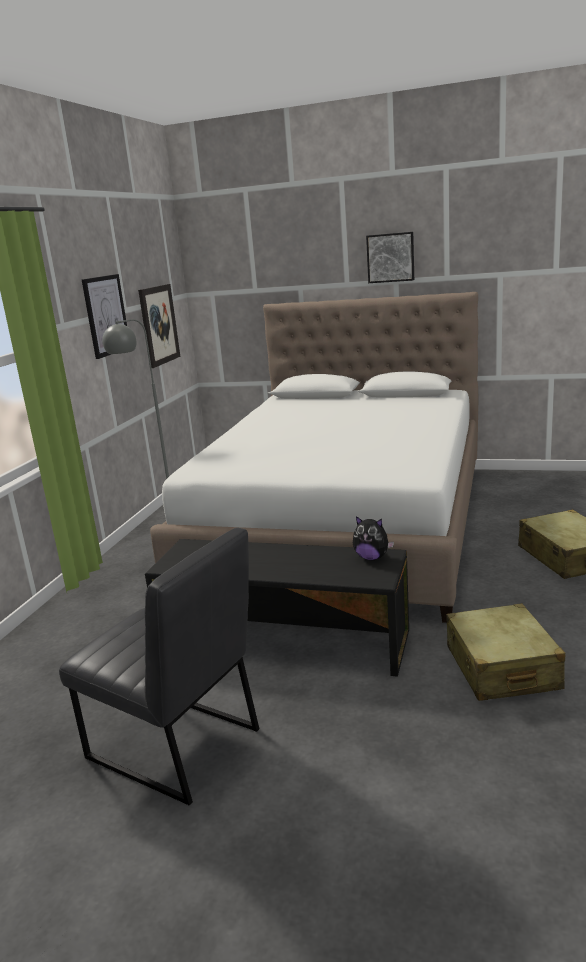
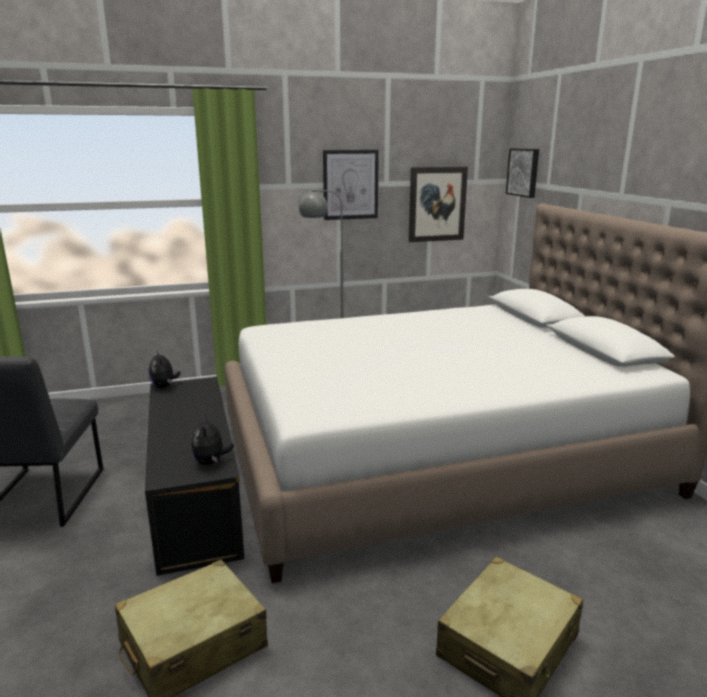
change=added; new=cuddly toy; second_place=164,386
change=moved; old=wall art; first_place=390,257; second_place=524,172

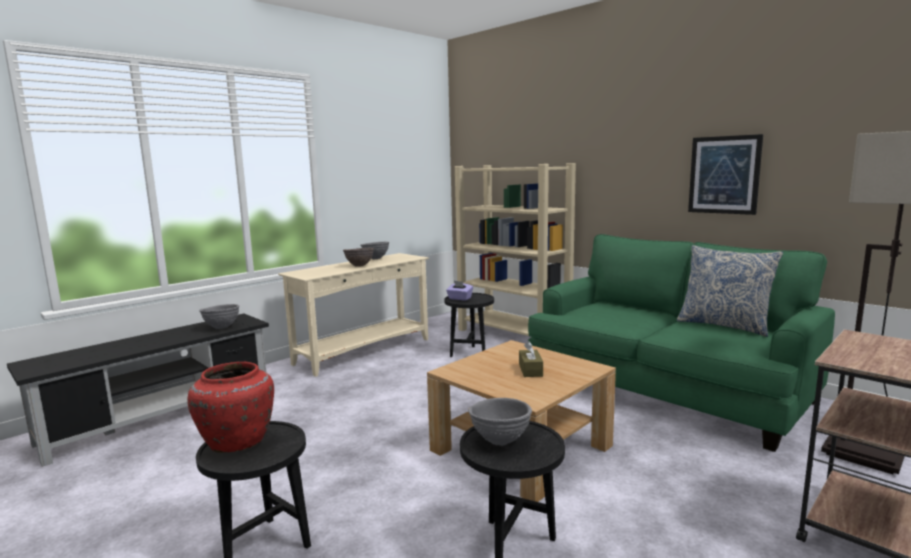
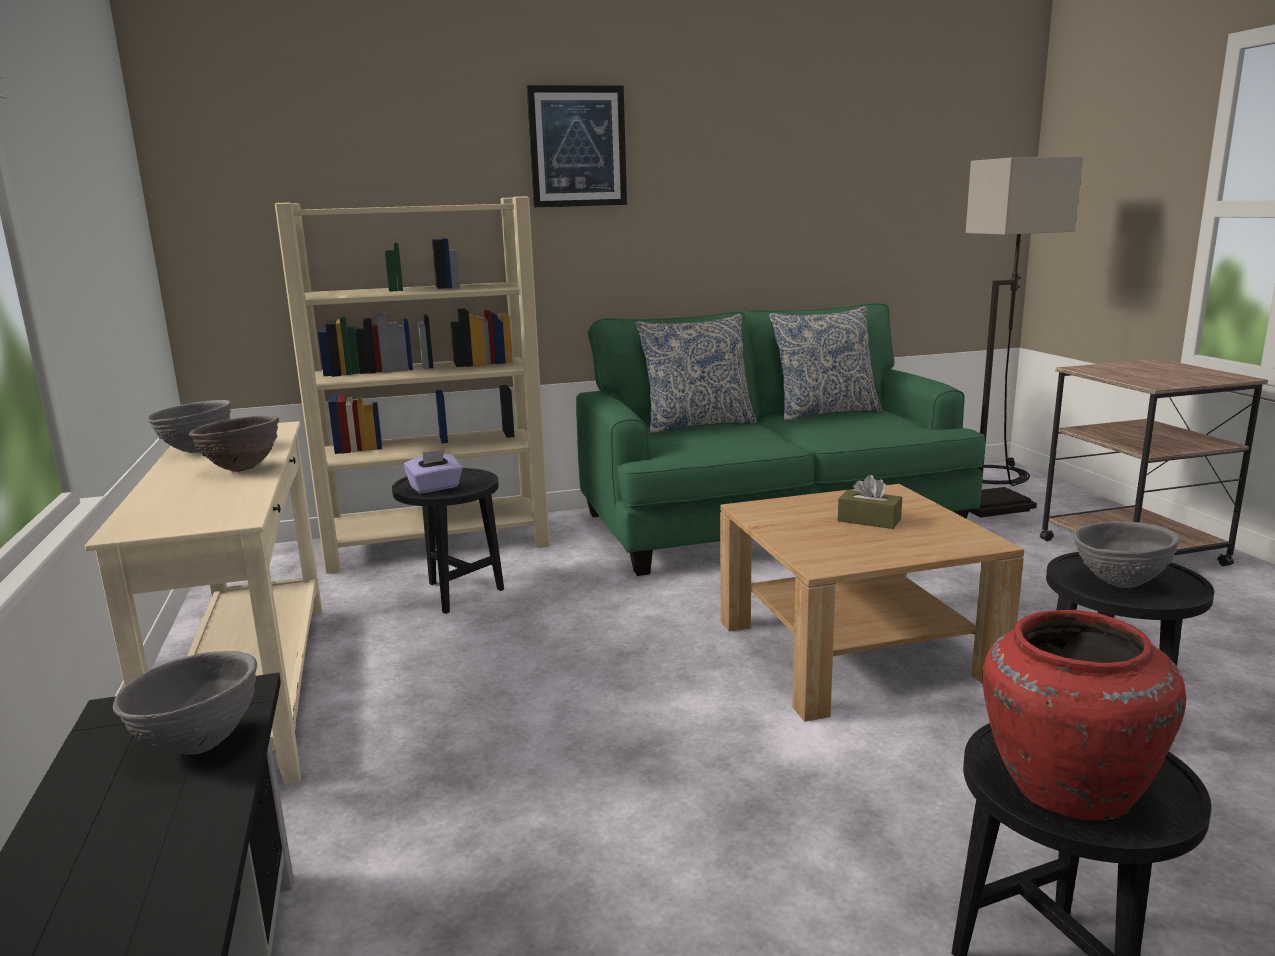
change=moved; old=wall art; first_place=724,175; second_place=577,147
change=added; new=pillow; second_place=697,425

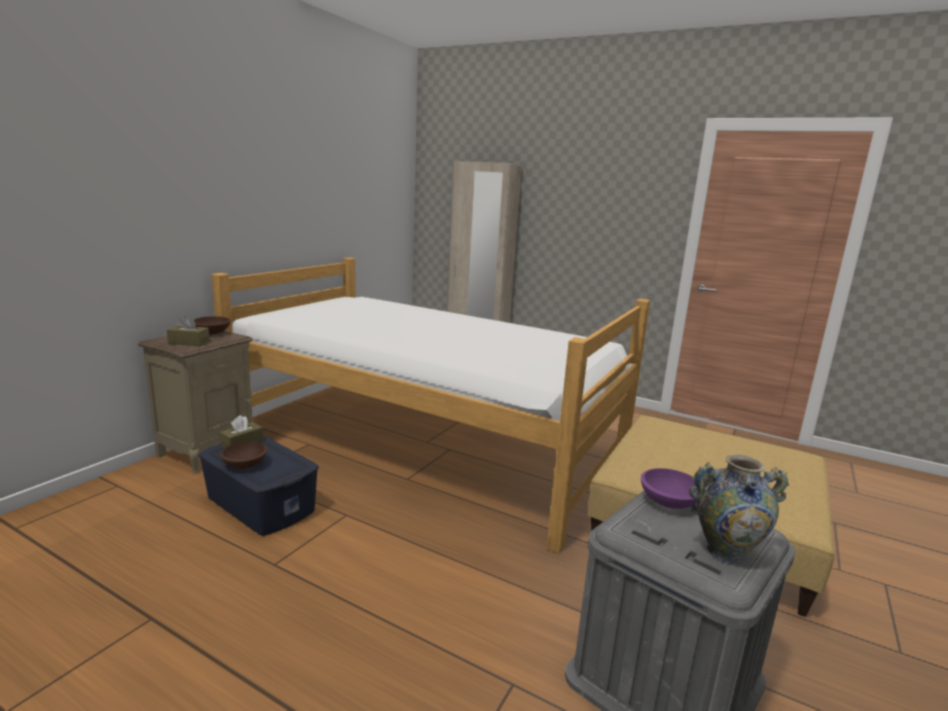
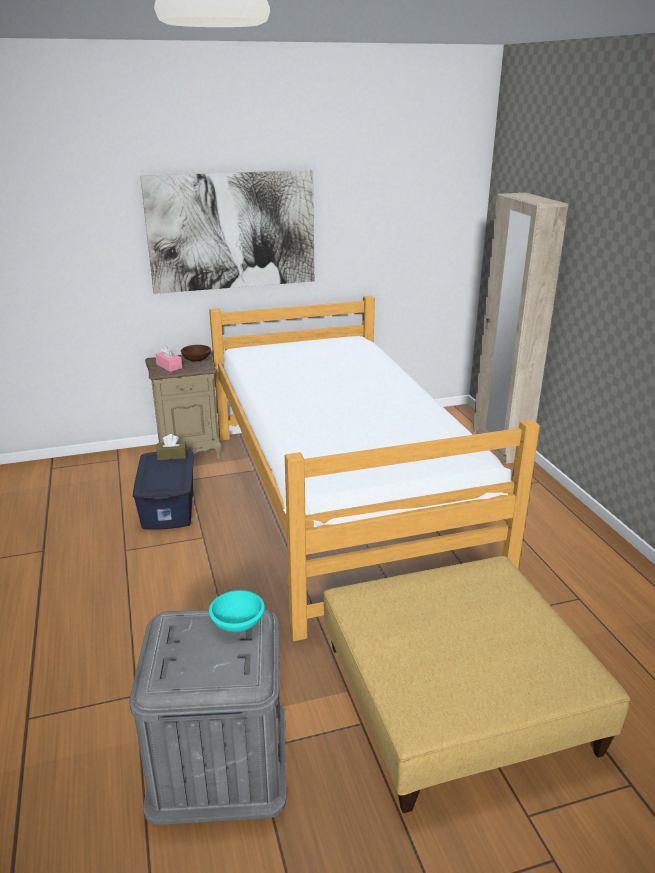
change=added; new=wall art; second_place=232,231
change=recoloured; old=tissue holder (brown); new=tissue holder (pink-coloured); first_place=189,342; second_place=169,366
change=recoloured; old=deep dish (purple); new=deep dish (turquoise-coloured); first_place=669,501; second_place=238,623
change=removed; old=deep dish (brown); first_place=245,465
change=removed; old=vase; first_place=726,552

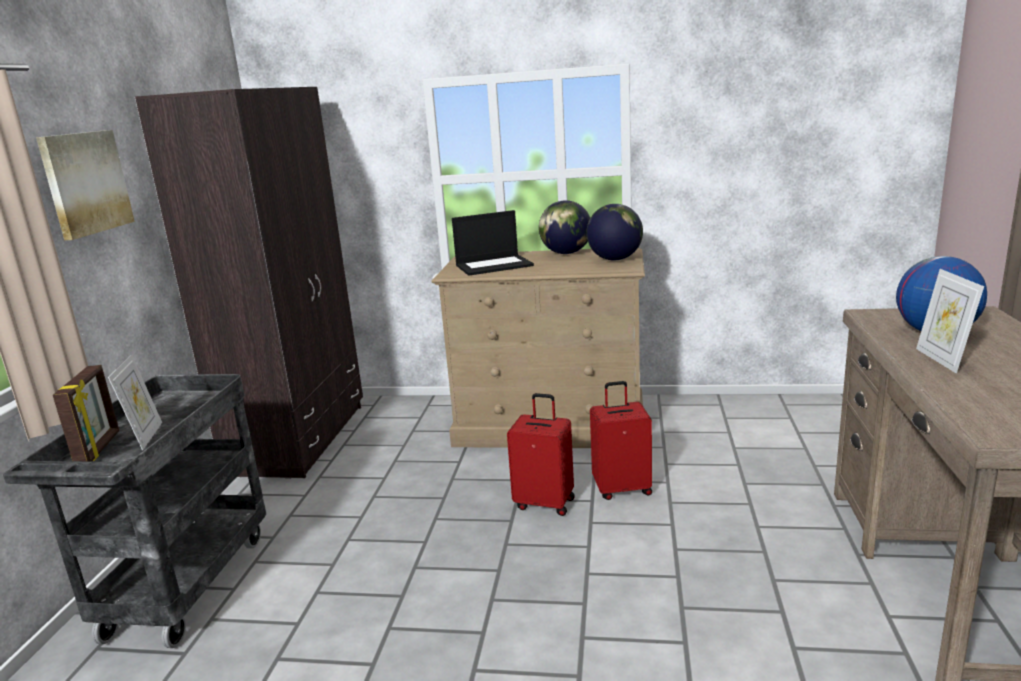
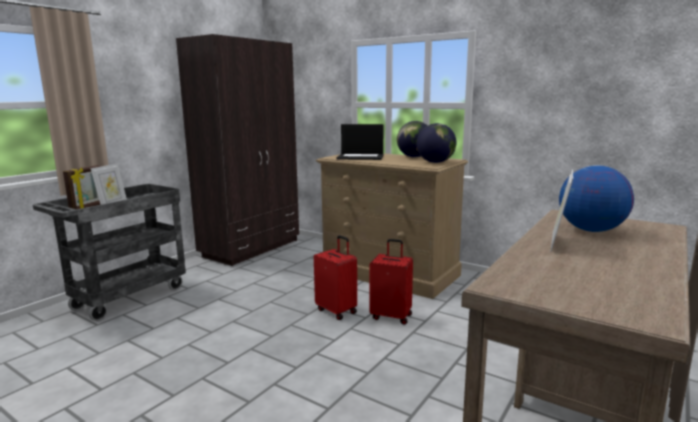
change=removed; old=wall art; first_place=85,183

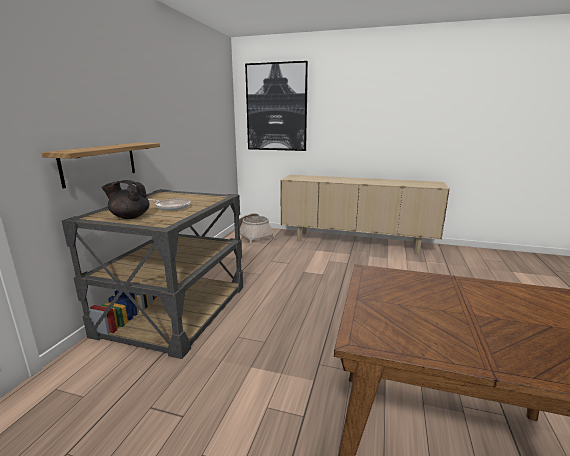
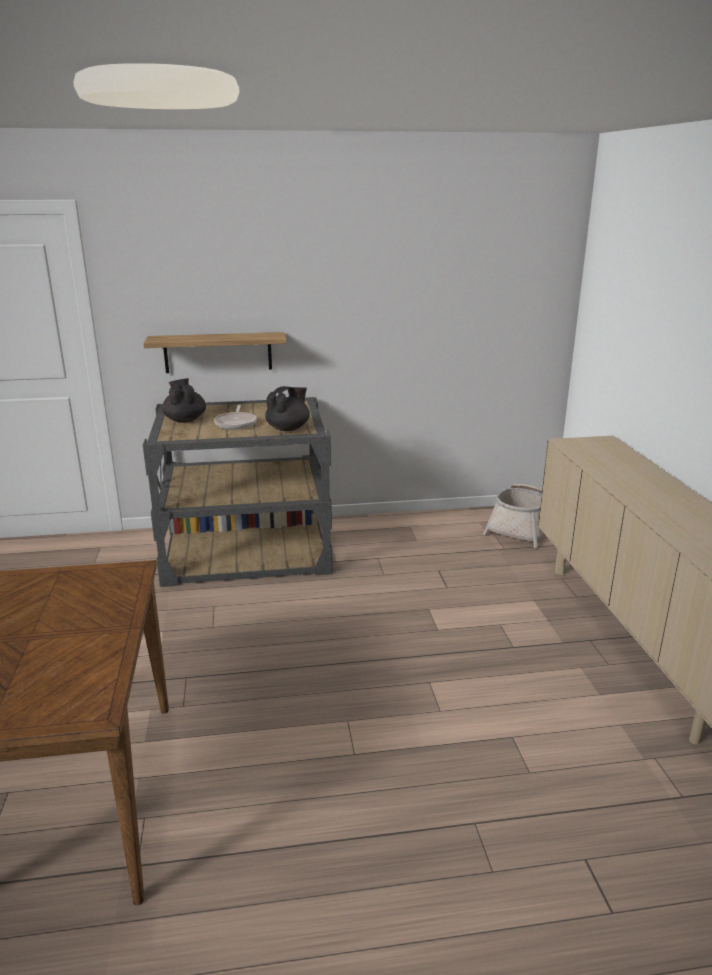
change=added; new=pot for tea (blackish); second_place=288,428
change=removed; old=wall art; first_place=276,107

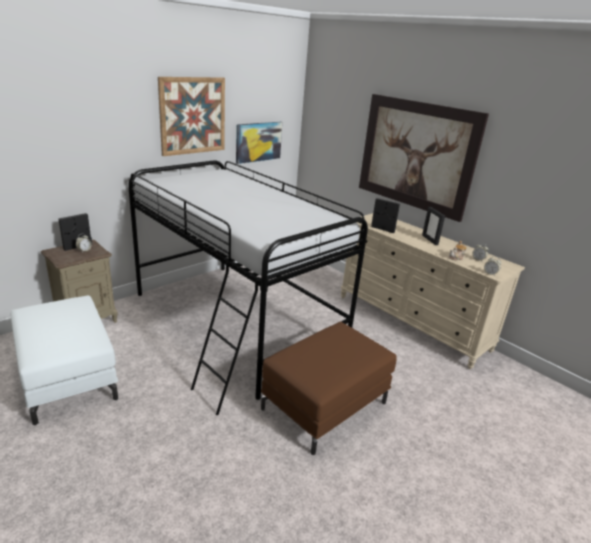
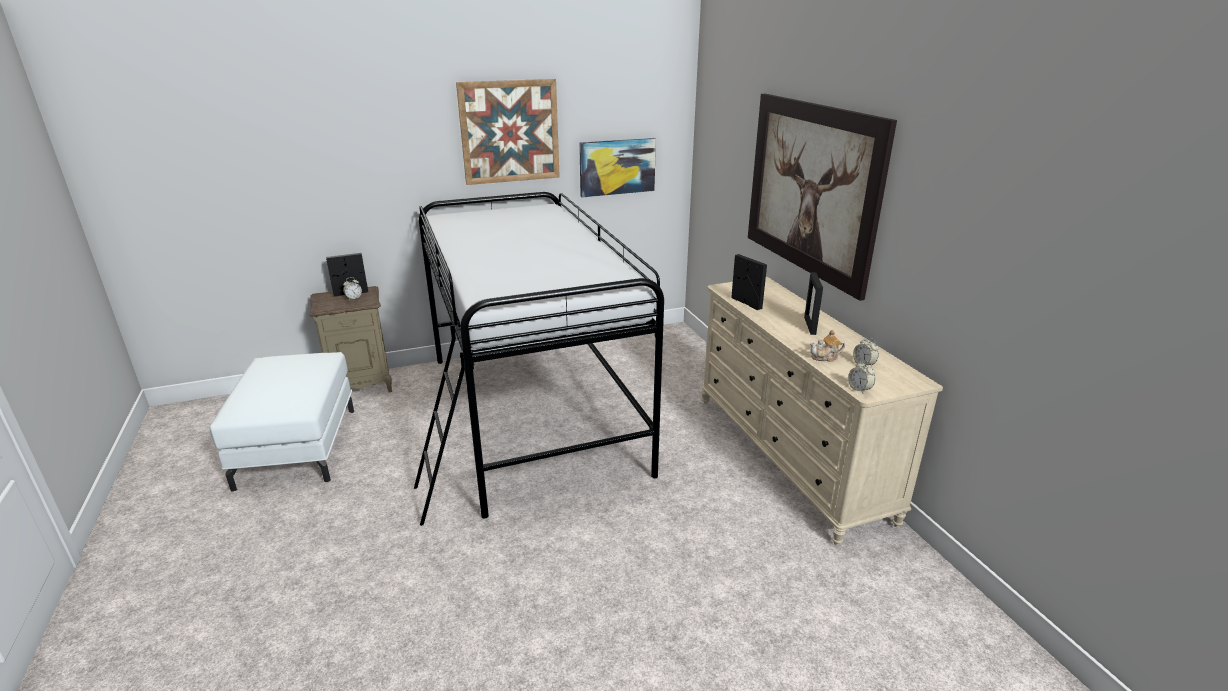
change=removed; old=footrest (brown); first_place=324,405

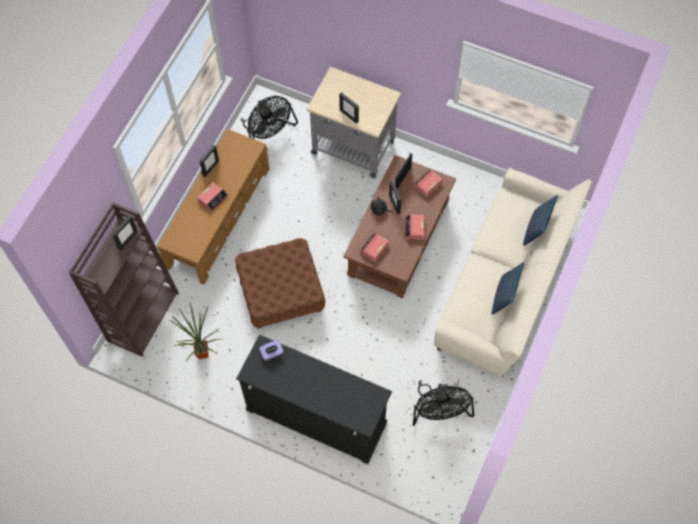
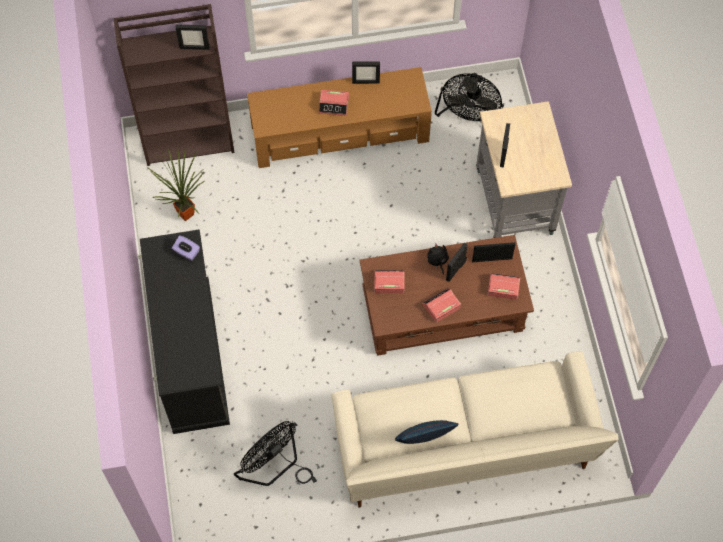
change=turned; old=electric fan (blackish); first_place=437,409; second_place=277,464; degrees=90
change=removed; old=footrest (brown); first_place=281,291
change=removed; old=pillow (bluish); first_place=536,230

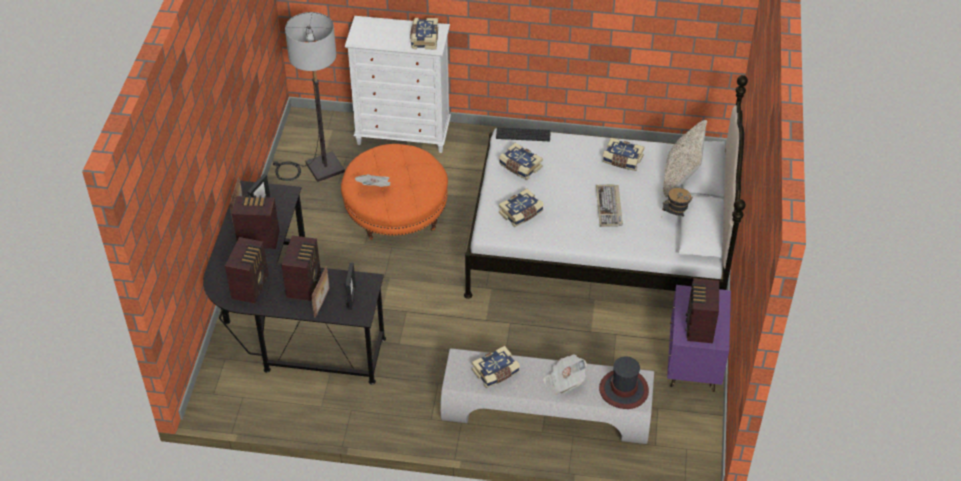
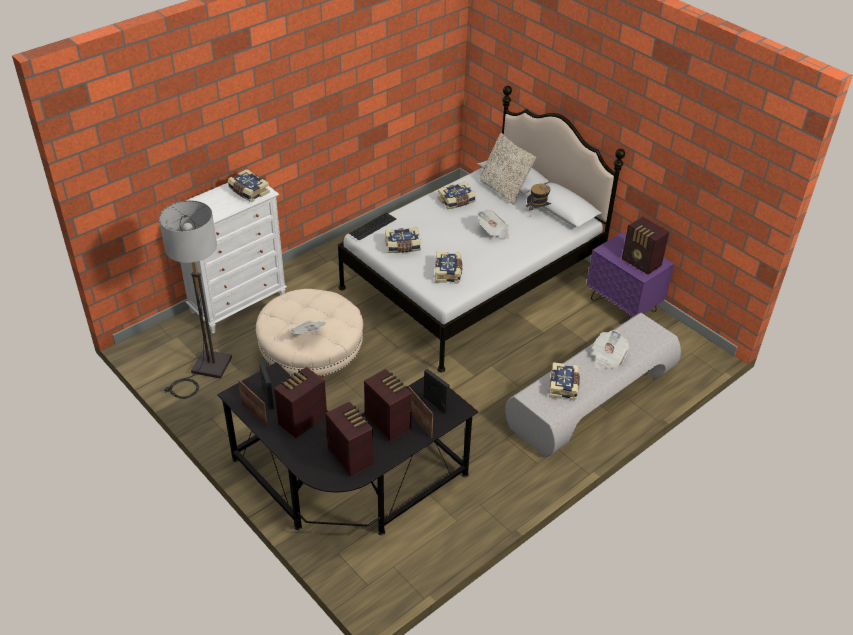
change=recoloured; old=footrest (orange); new=footrest (sand-coloured); first_place=396,213; second_place=312,356
change=replaced; old=computer keyboard; new=printed paper; first_place=609,207; second_place=493,232
change=removed; old=wearable hat; first_place=624,390

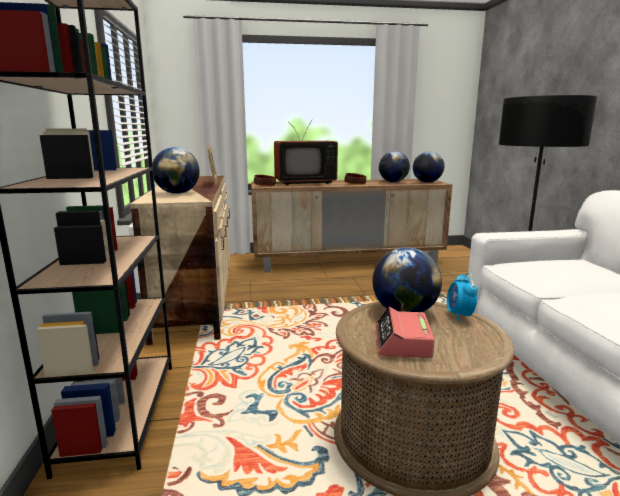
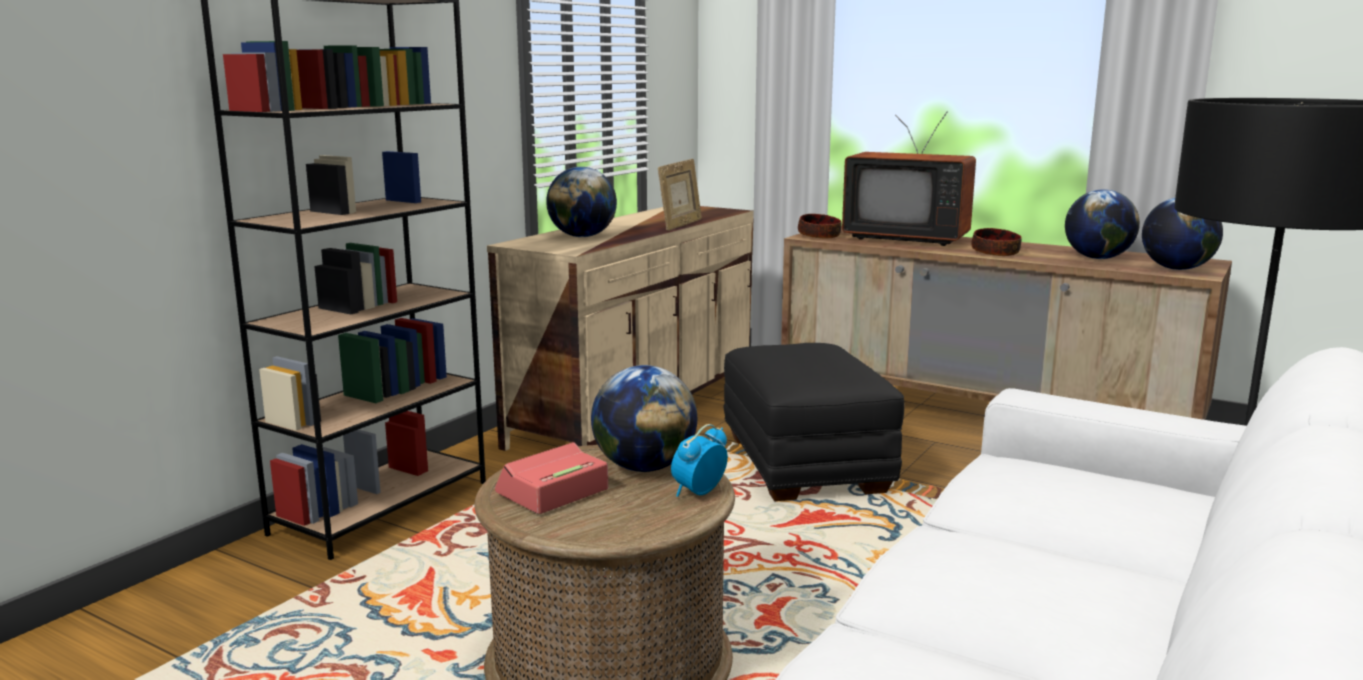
change=added; new=footrest (blackish); second_place=806,464

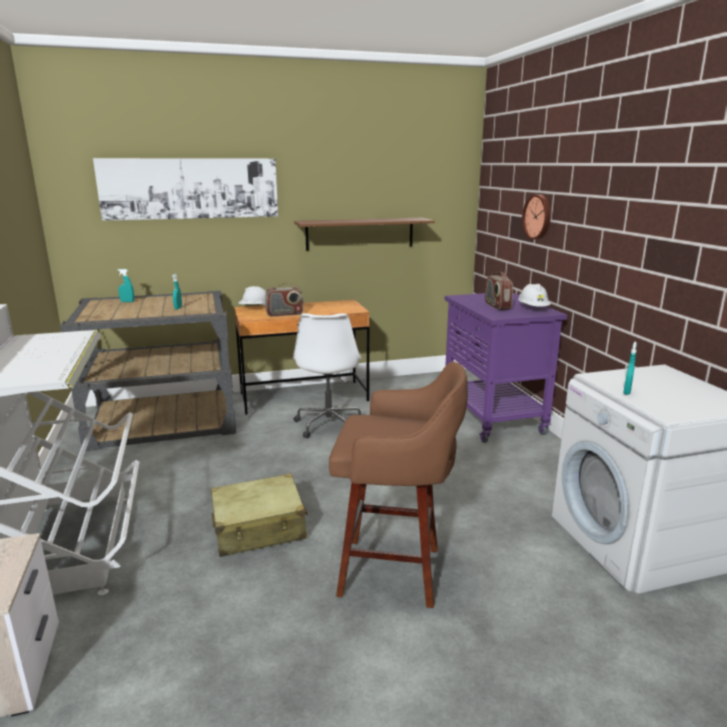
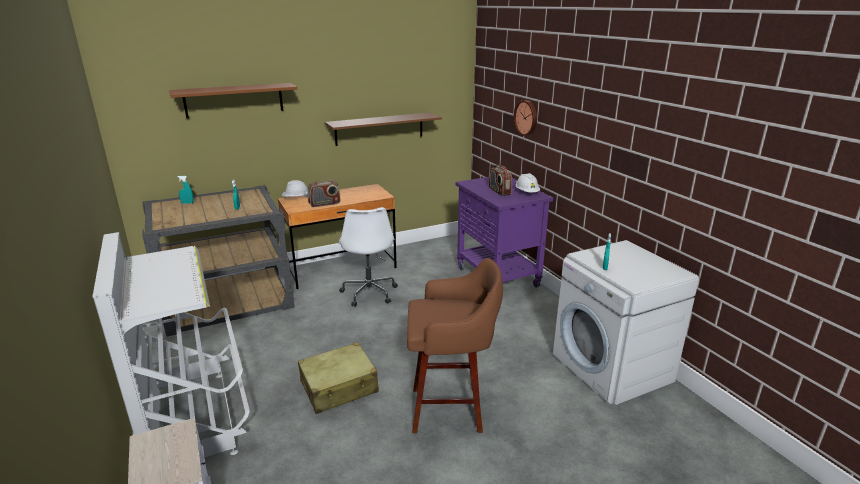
change=replaced; old=wall art; new=shelf (brown); first_place=190,188; second_place=234,100

